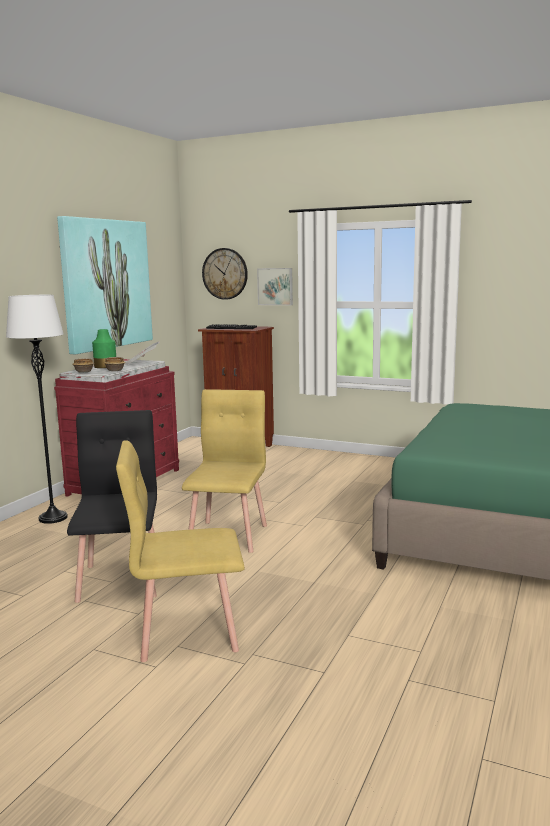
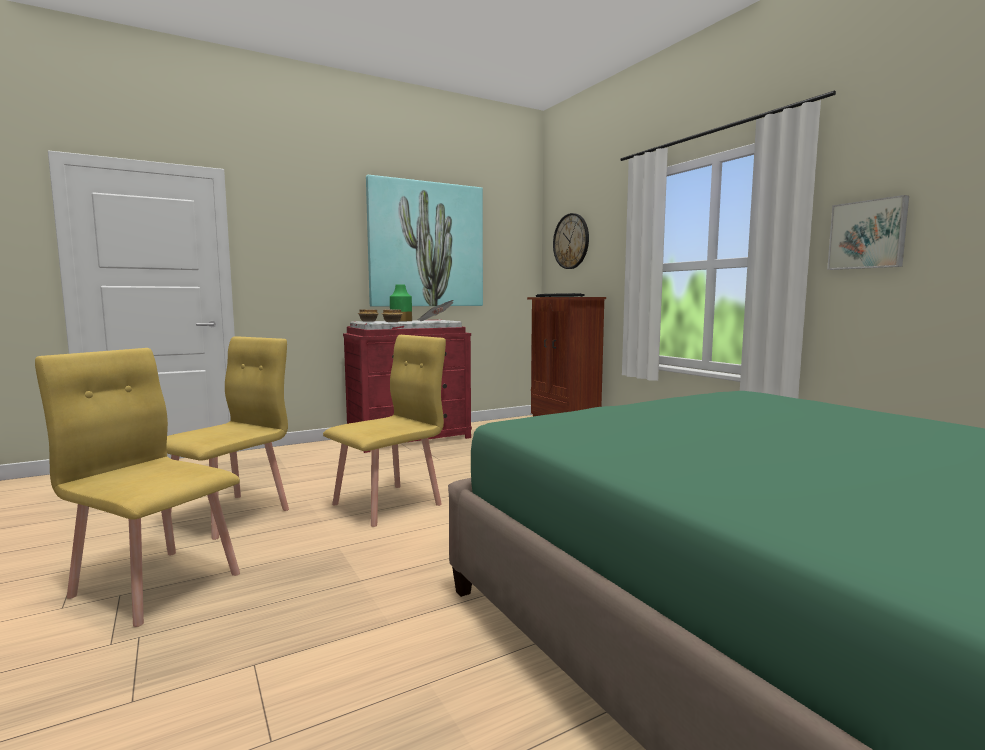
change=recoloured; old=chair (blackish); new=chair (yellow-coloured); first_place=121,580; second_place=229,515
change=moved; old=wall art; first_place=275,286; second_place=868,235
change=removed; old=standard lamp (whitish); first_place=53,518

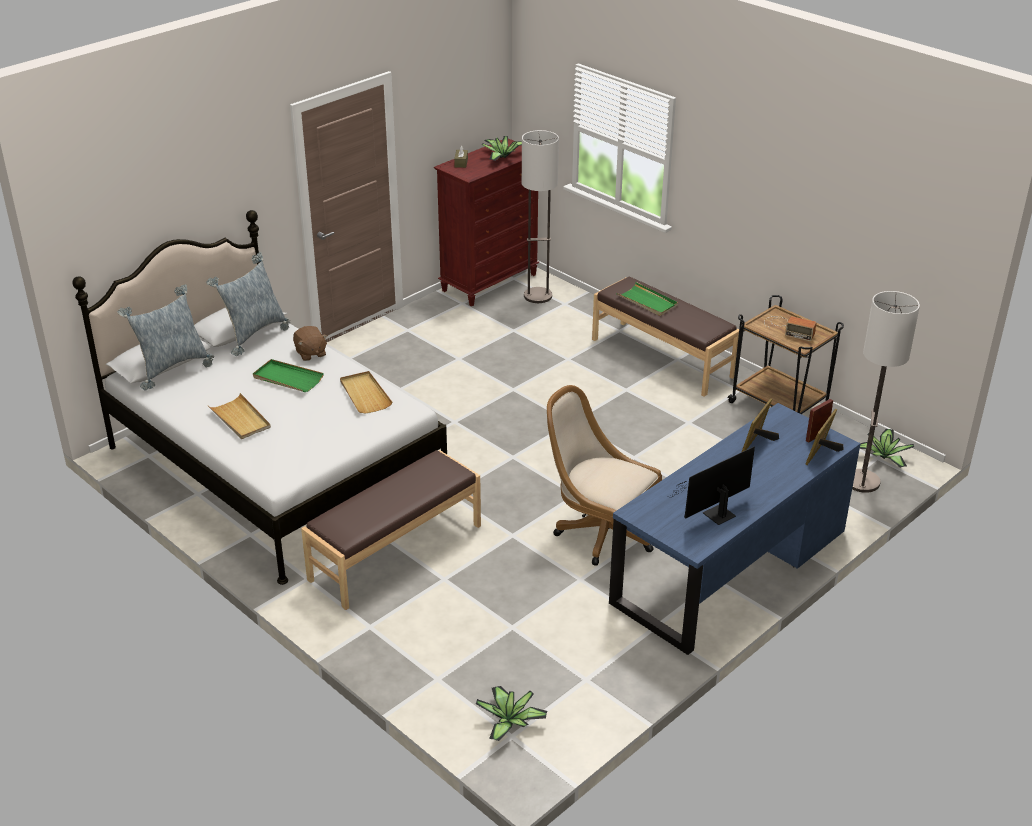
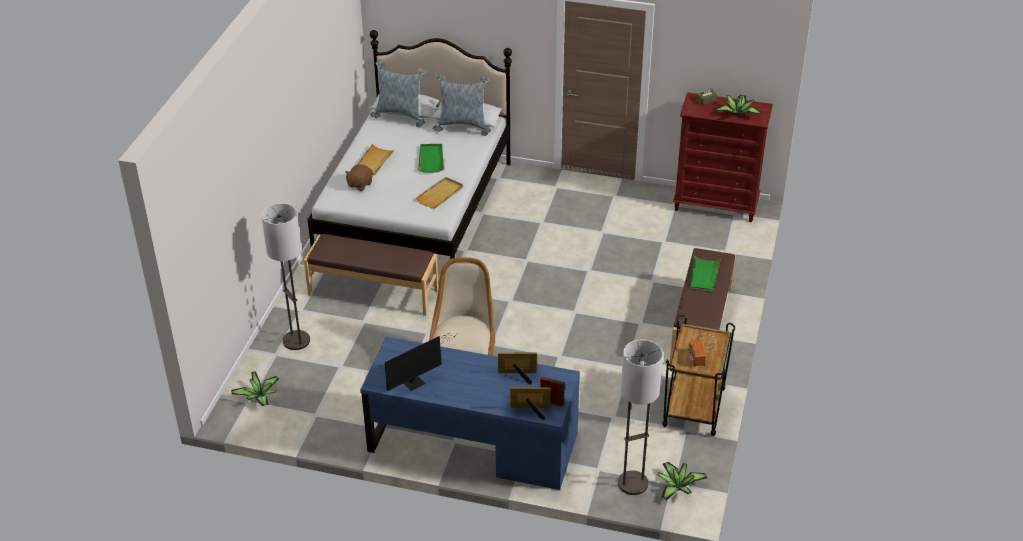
change=moved; old=standard lamp; first_place=537,296; second_place=296,341
change=moved; old=cuddly toy (brown); first_place=310,353; second_place=359,184
change=turned; old=computer screen; first_place=715,515; second_place=416,381; degrees=120

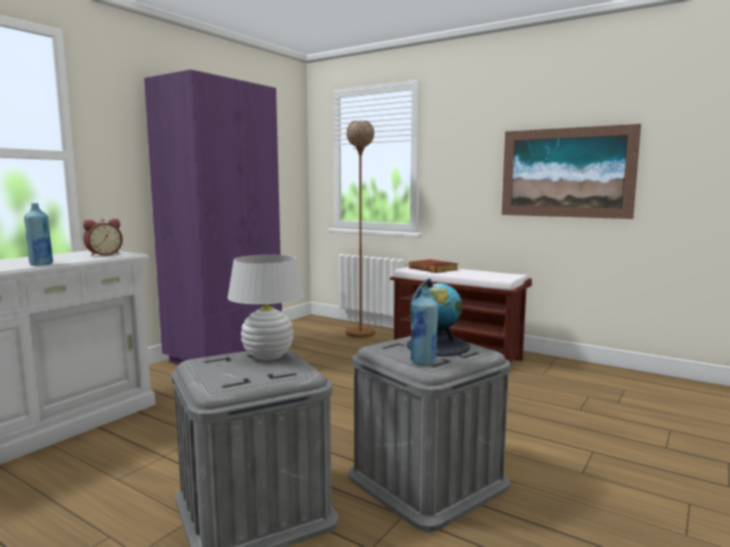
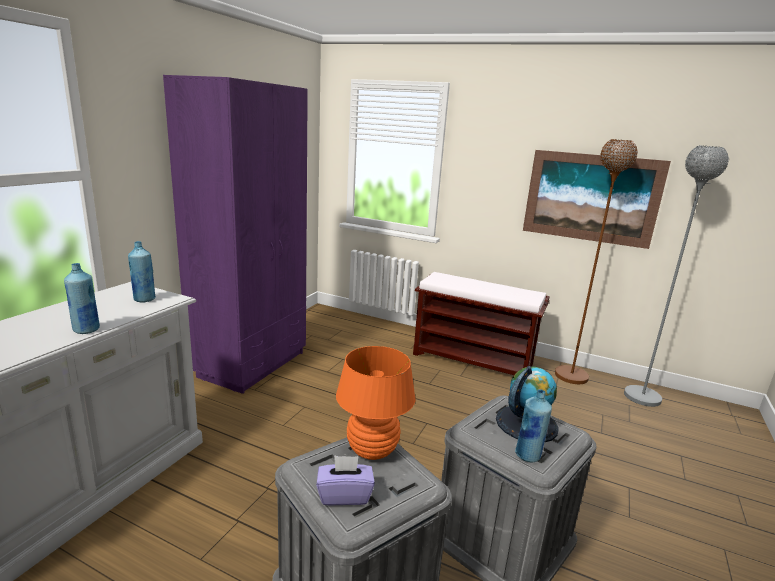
change=replaced; old=alarm clock; new=beverage bottle (bluish); first_place=103,254; second_place=144,299
change=added; new=tissue holder (purple); second_place=344,495
change=recoloured; old=lamp for a table (whitish); new=lamp for a table (orange); first_place=267,356; second_place=372,450
change=moved; old=standard lamp (brown); first_place=360,333; second_place=571,376
change=added; new=standard lamp (gray); second_place=642,397
change=removed; old=volume; first_place=434,268

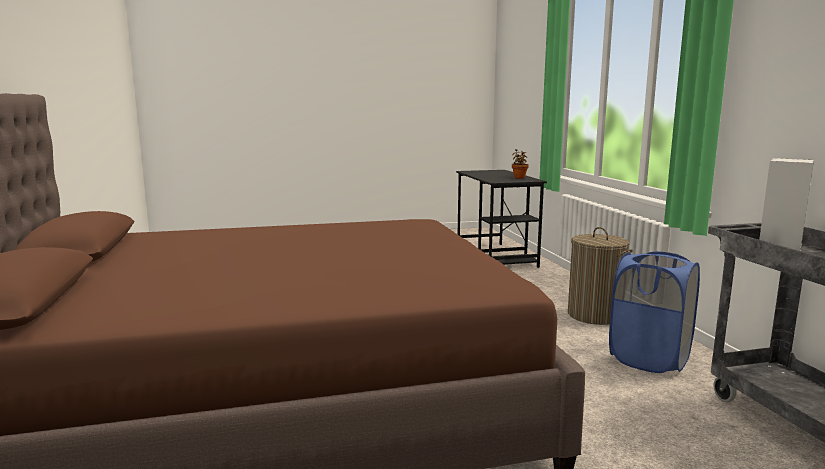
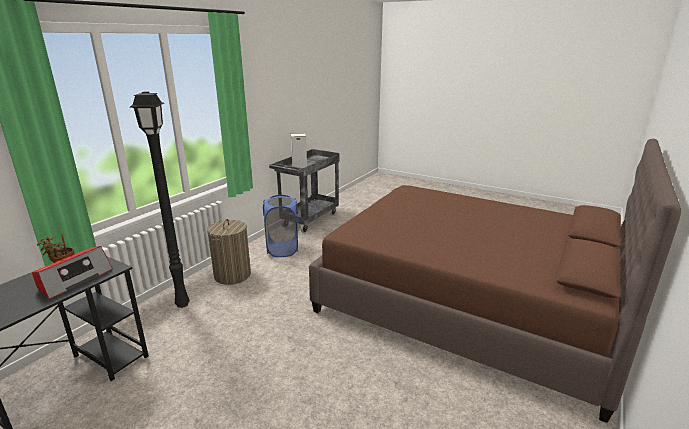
change=added; new=radio; second_place=74,279
change=added; new=standard lamp (blackish); second_place=181,305

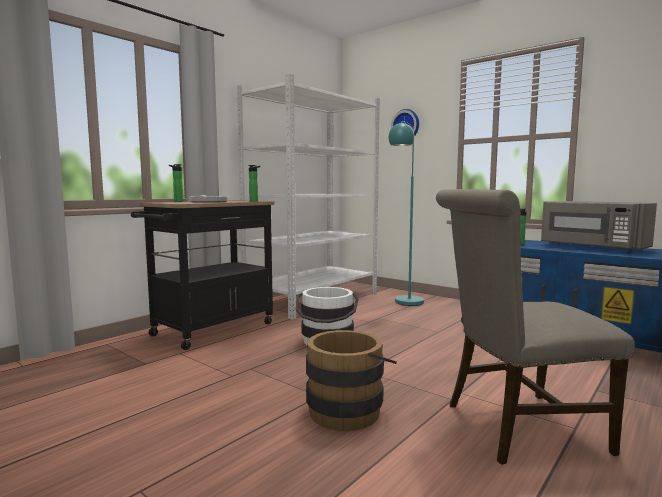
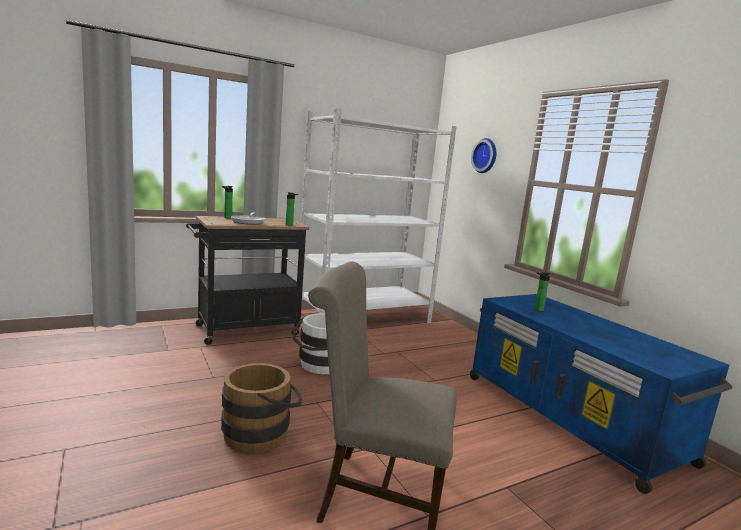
change=removed; old=standard lamp (turquoise-coloured); first_place=405,304
change=removed; old=microwave (gray); first_place=592,247

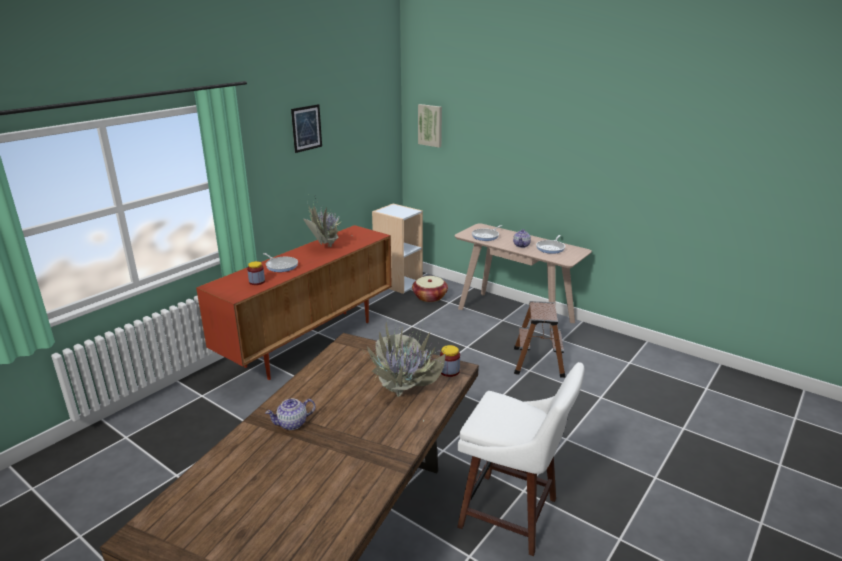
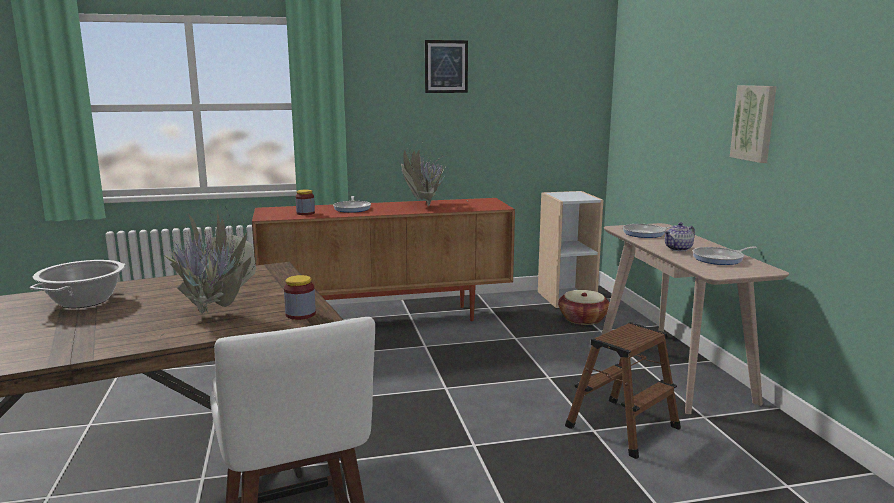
change=replaced; old=pot for tea; new=saucepot; first_place=292,423; second_place=84,301
change=moved; old=wall art; first_place=430,125; second_place=755,123

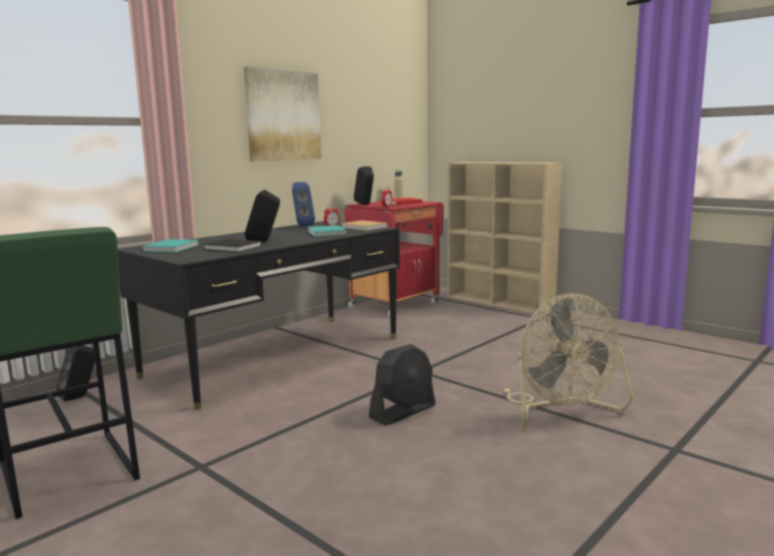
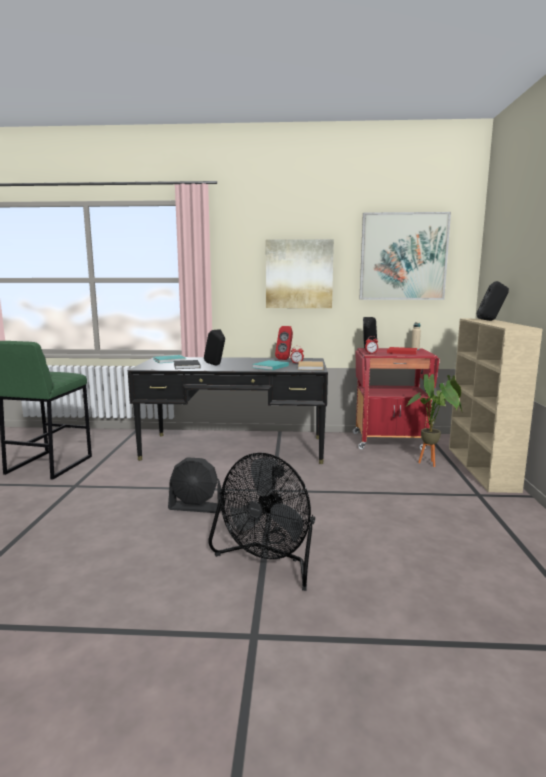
change=recoloured; old=electric fan (sand-coloured); new=electric fan (blackish); first_place=557,411; second_place=267,559
change=recoloured; old=loudspeaker (bluish); new=loudspeaker (red-coloured); first_place=302,226; second_place=285,359
change=added; new=wall art; second_place=403,257
change=added; new=houseplant; second_place=433,464
change=moved; old=loudspeaker (blackish); first_place=80,397; second_place=491,320

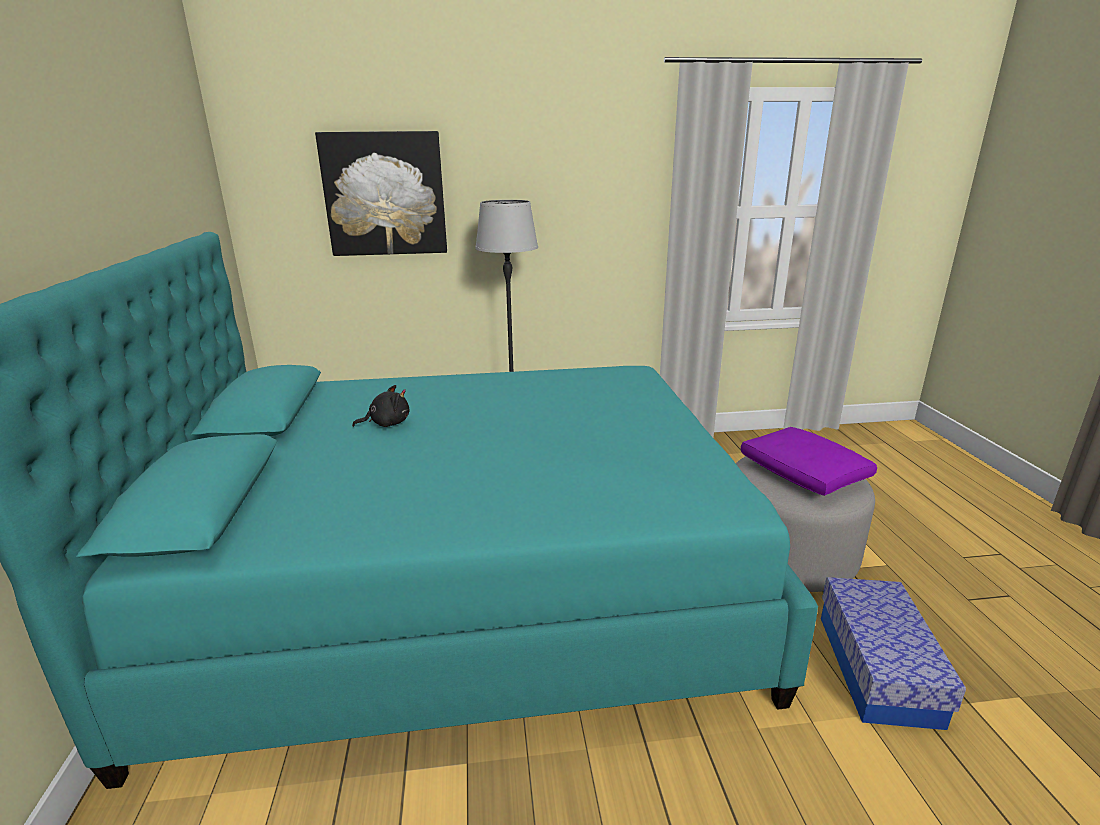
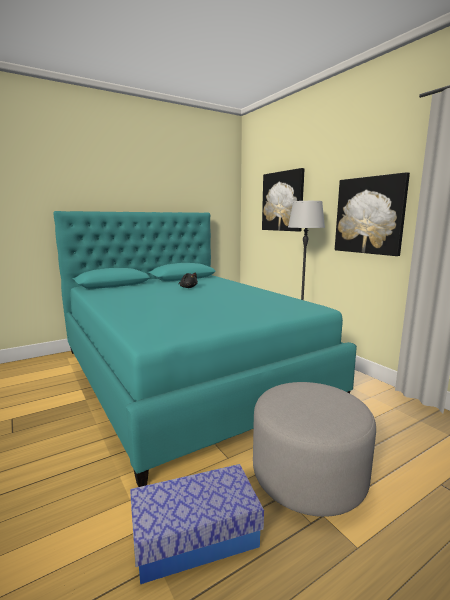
change=added; new=wall art; second_place=369,215
change=removed; old=pillow (purple); first_place=802,473

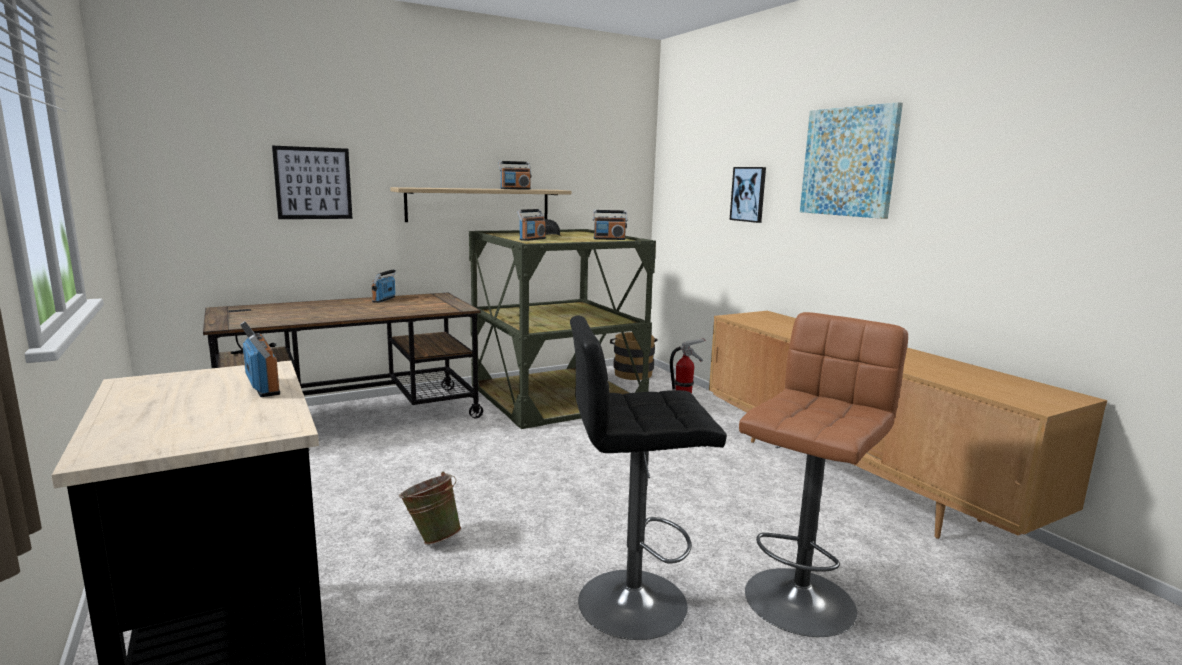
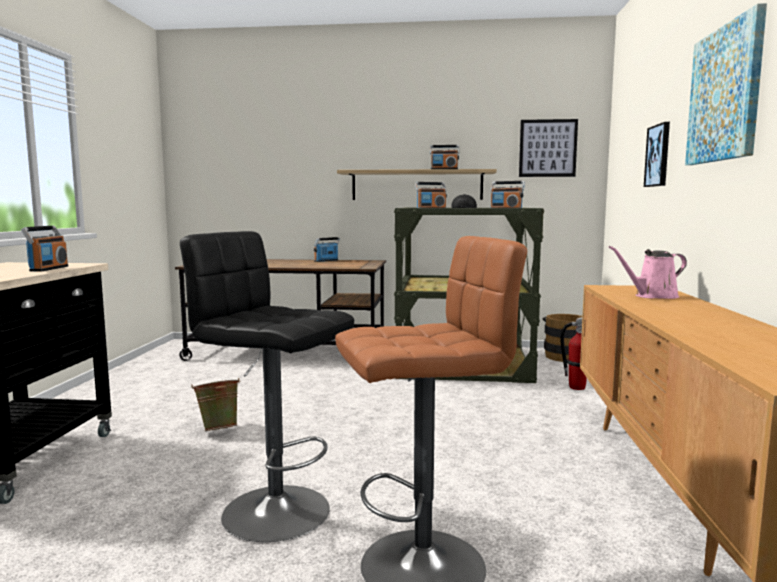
change=moved; old=wall art; first_place=313,183; second_place=547,148
change=added; new=sprinkling can (pink-coloured); second_place=652,296

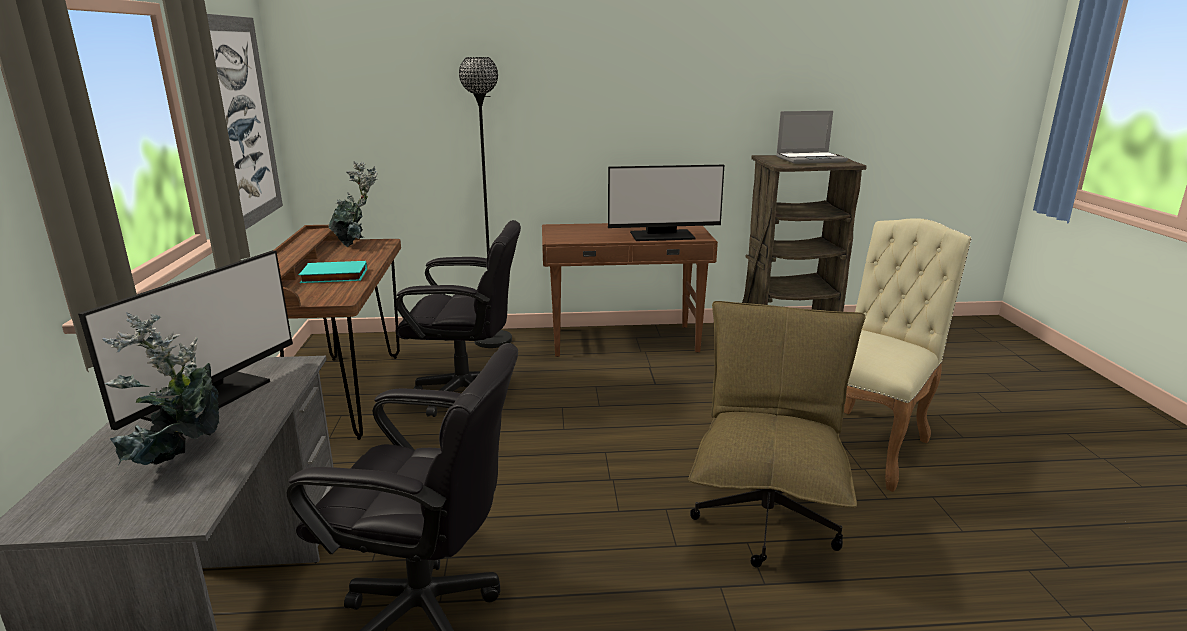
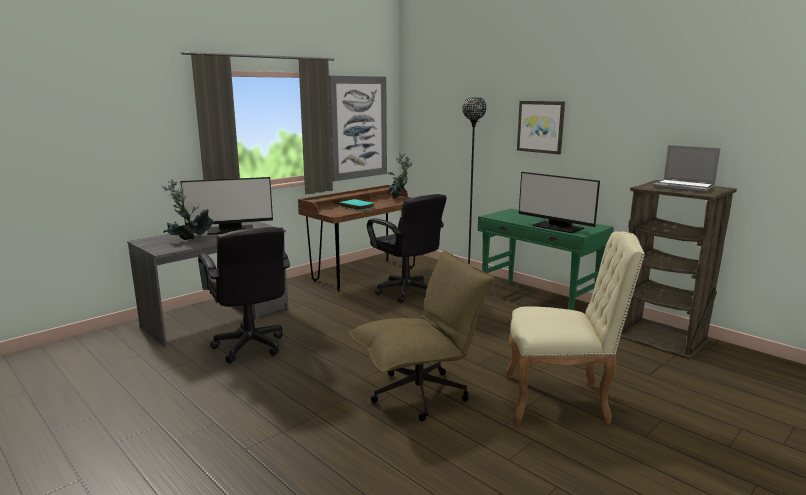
change=recoloured; old=hall table (brown); new=hall table (green-coloured); first_place=625,341; second_place=538,300
change=added; new=wall art; second_place=540,126

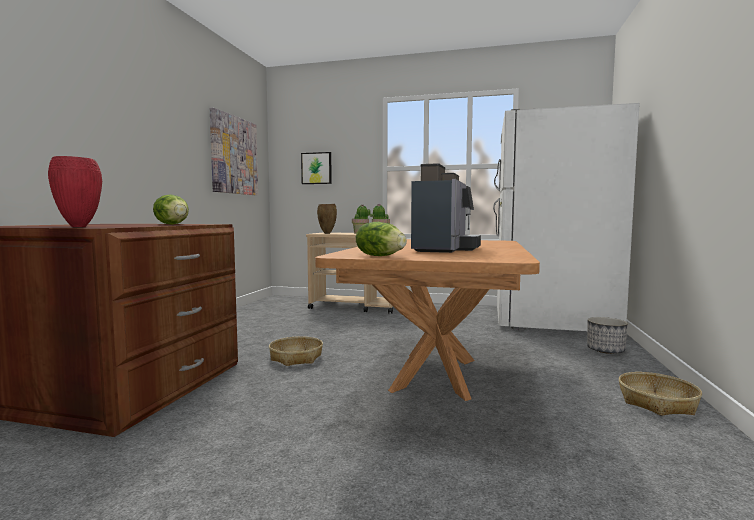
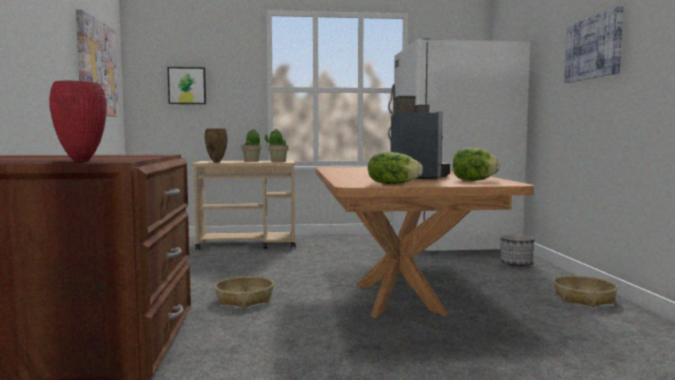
change=moved; old=head of lettuce; first_place=172,224; second_place=473,181
change=added; new=wall art; second_place=593,48

